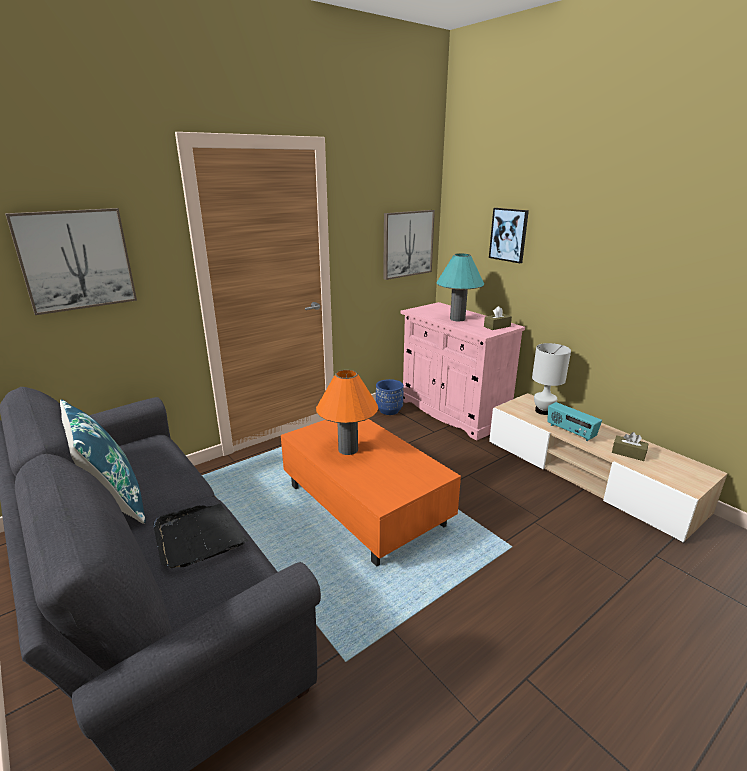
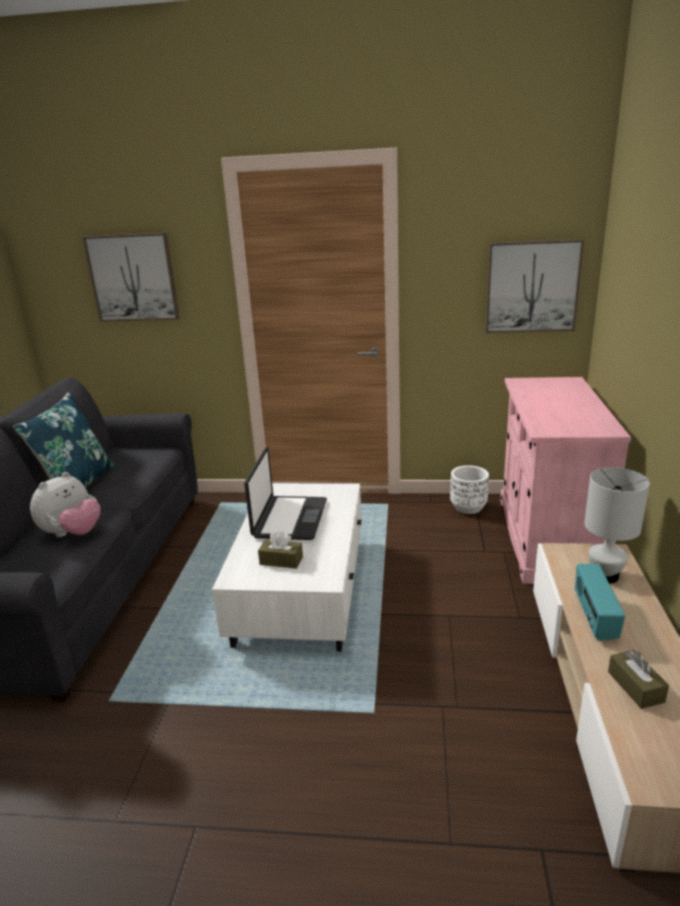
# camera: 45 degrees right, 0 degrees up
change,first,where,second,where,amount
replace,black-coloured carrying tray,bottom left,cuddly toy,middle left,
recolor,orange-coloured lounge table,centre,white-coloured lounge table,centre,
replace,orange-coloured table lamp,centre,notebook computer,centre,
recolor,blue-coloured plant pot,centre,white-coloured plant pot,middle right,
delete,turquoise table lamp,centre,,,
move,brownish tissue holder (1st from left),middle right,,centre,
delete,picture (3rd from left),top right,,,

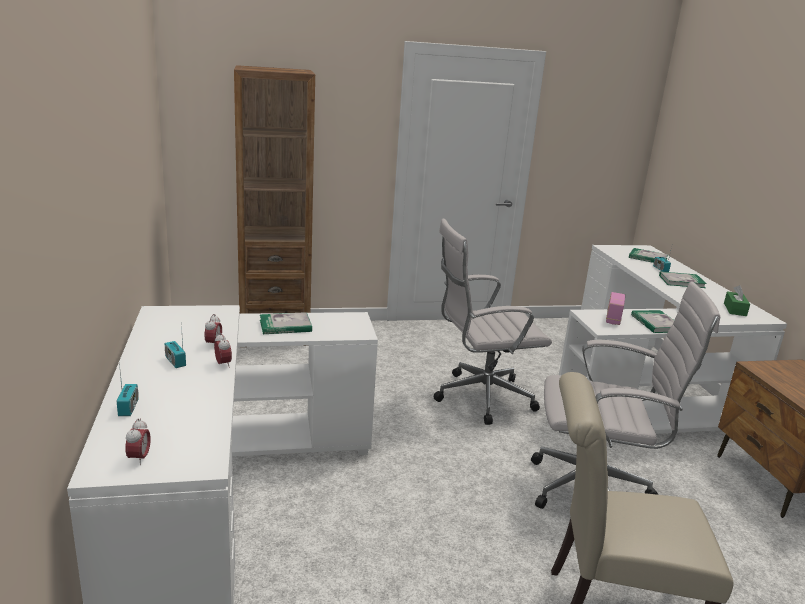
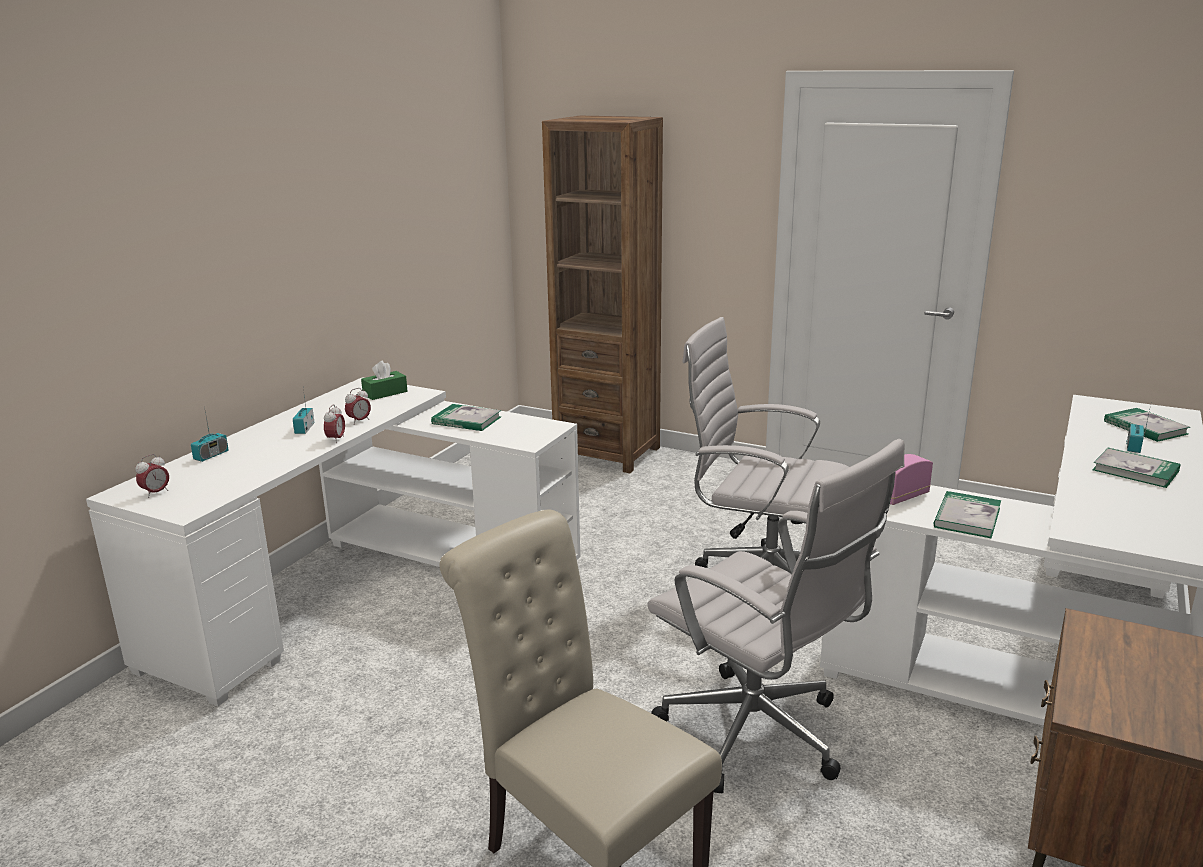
# camera: 40 degrees right, 0 degrees up
change,first,where,second,where,amount
move,green-coloured tissue holder,middle right,,middle left,

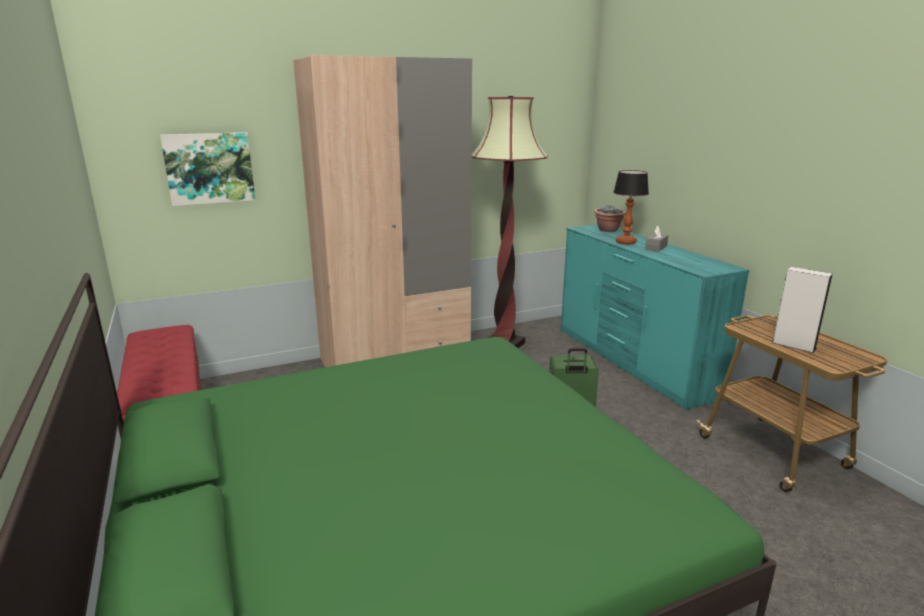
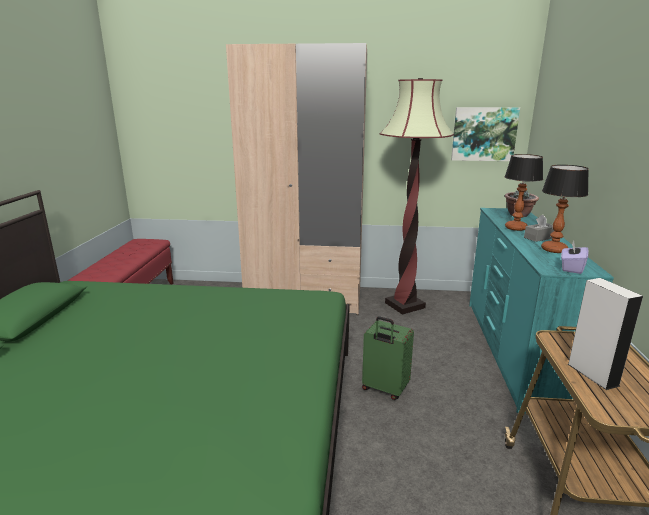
# camera: 30 degrees right, 0 degrees up
change,first,where,second,where,amount
move,picture,top left,,top right,
insert,,,table lamp (2nd from left),middle right,
insert,,,purplish tissue holder,middle right,

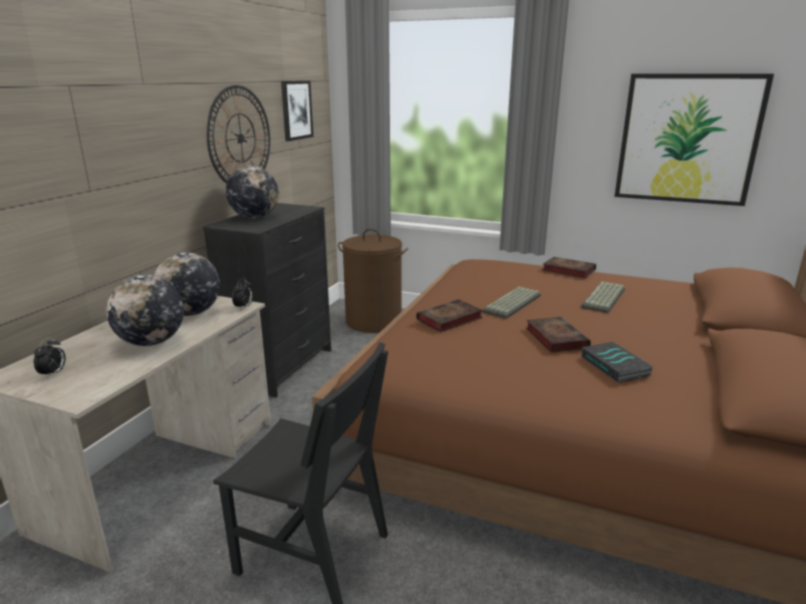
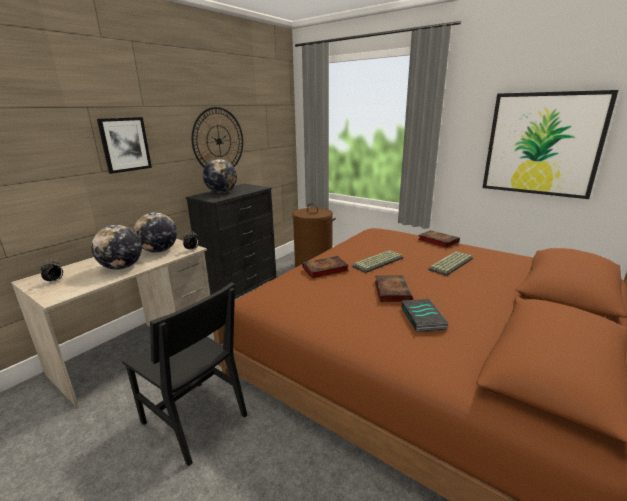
# camera: 15 degrees right, 0 degrees up
change,first,where,second,where,amount
move,picture (1st from left),top centre,,top left,

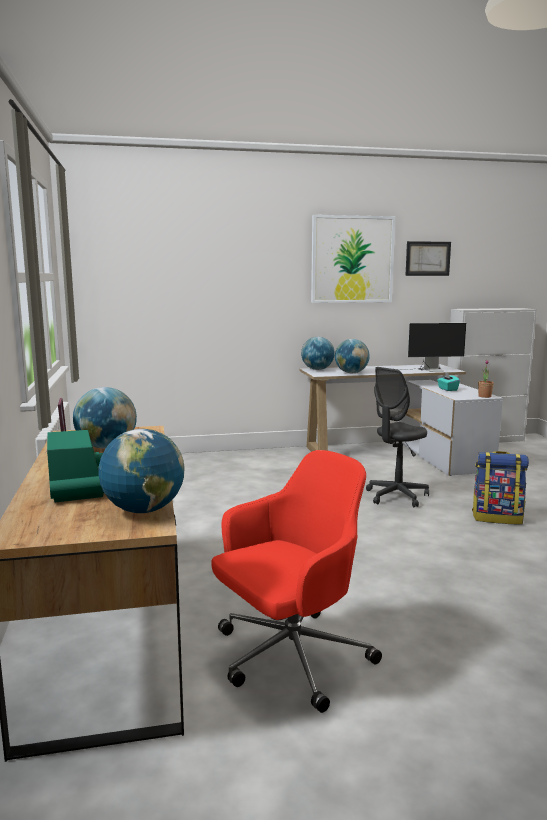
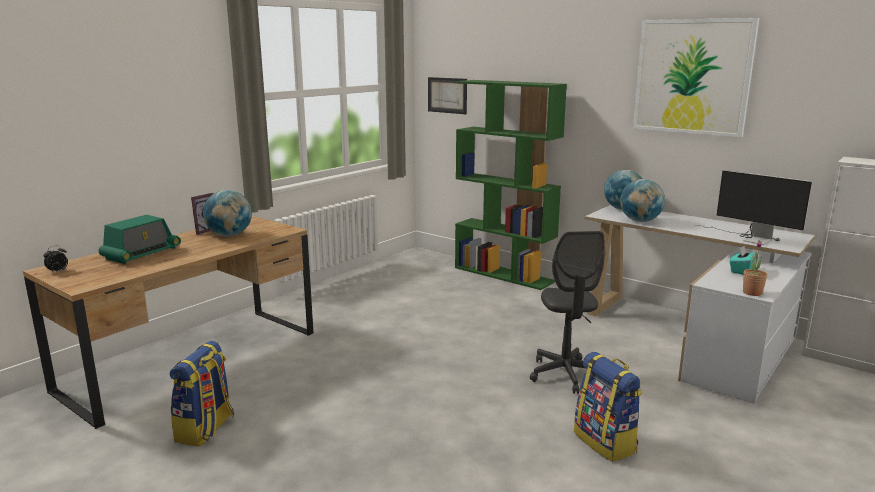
# camera: 50 degrees right, 5 degrees up
change,first,where,second,where,amount
delete,world globe (2nd from left),middle left,,,
replace,red desk chair,bottom centre,rucksack (1st from left),bottom left,
rotate,greyish desk chair,middle right,,centre,105 degrees counterclockwise
move,picture (2nd from left in the first image),top right,picture (1st from left),top centre,
insert,,,alarm clock,middle left,
insert,,,green-coloured shelving unit,centre,

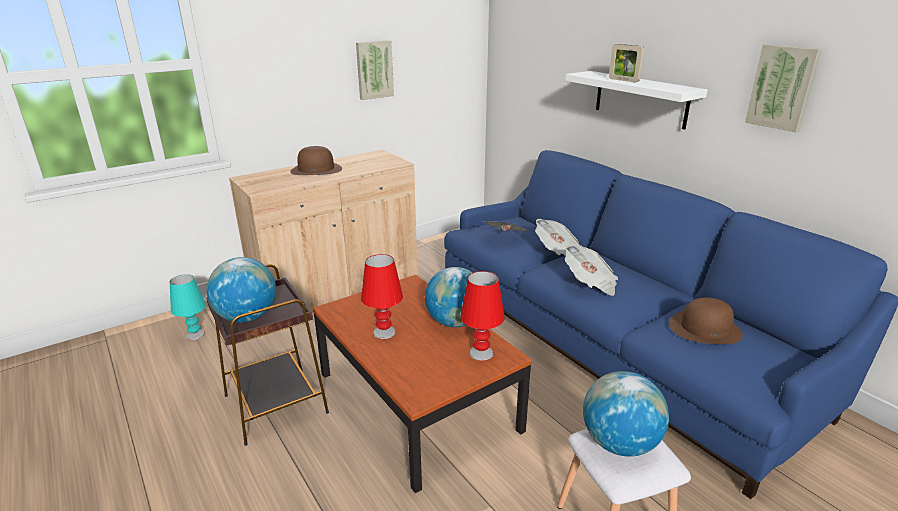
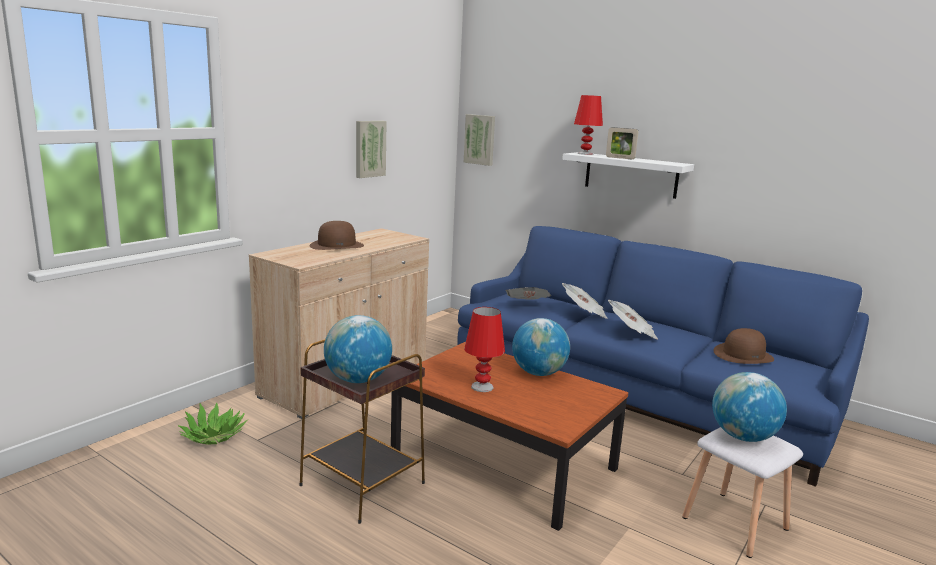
# camera: 20 degrees left, 10 degrees down
change,first,where,second,where,amount
replace,turquoise table lamp,middle left,plant in a pot,bottom left,
move,red table lamp (2nd from left),centre,,top centre,
move,picture (2nd from left),top right,,top centre,

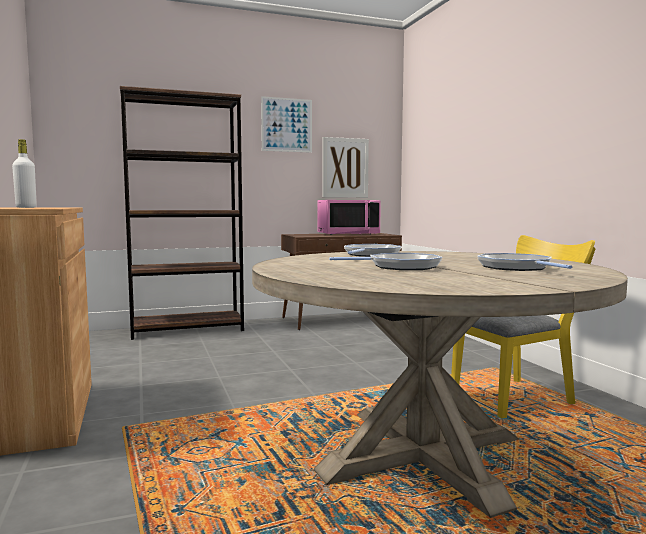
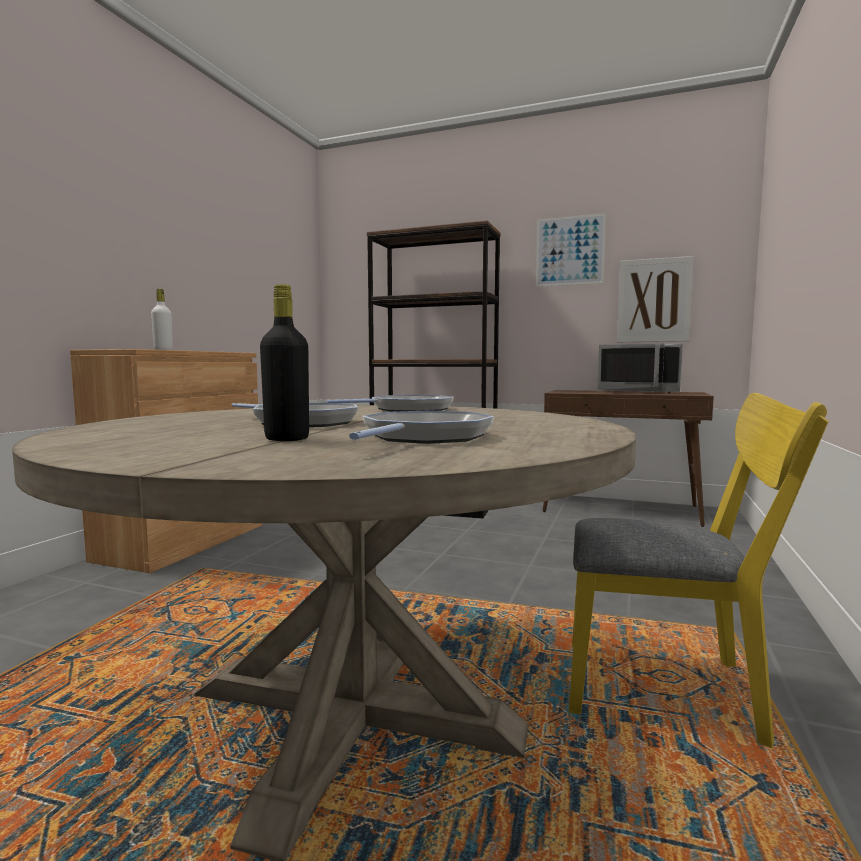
# camera: 40 degrees right, 0 degrees up
change,first,where,second,where,amount
recolor,pink-coloured kitchen microwave,centre,greyish kitchen microwave,middle right,
insert,,,black-coloured drink bottle,middle left,

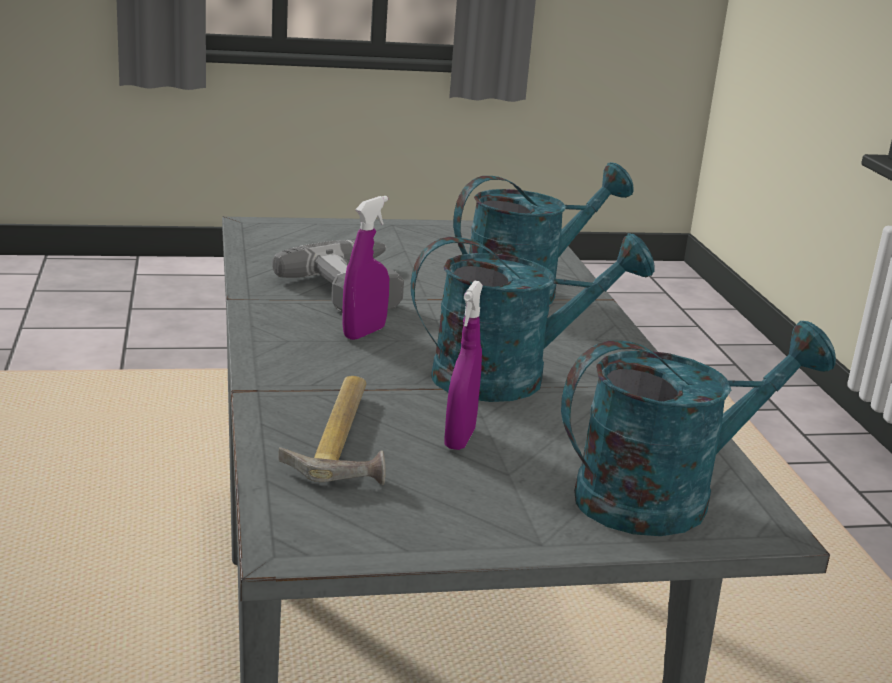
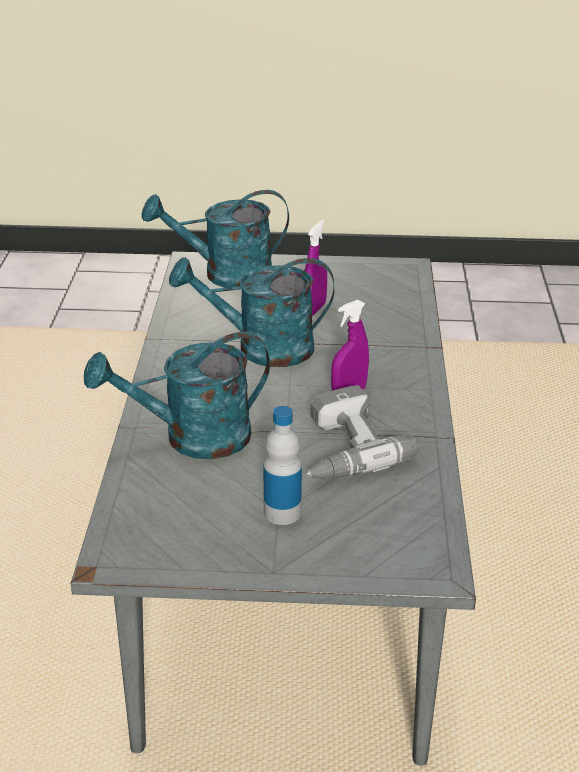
# camera: 165 degrees left, 10 degrees up
change,first,where,second,where,amount
delete,tool hammer,centre,,,
insert,,,drink bottle,centre,

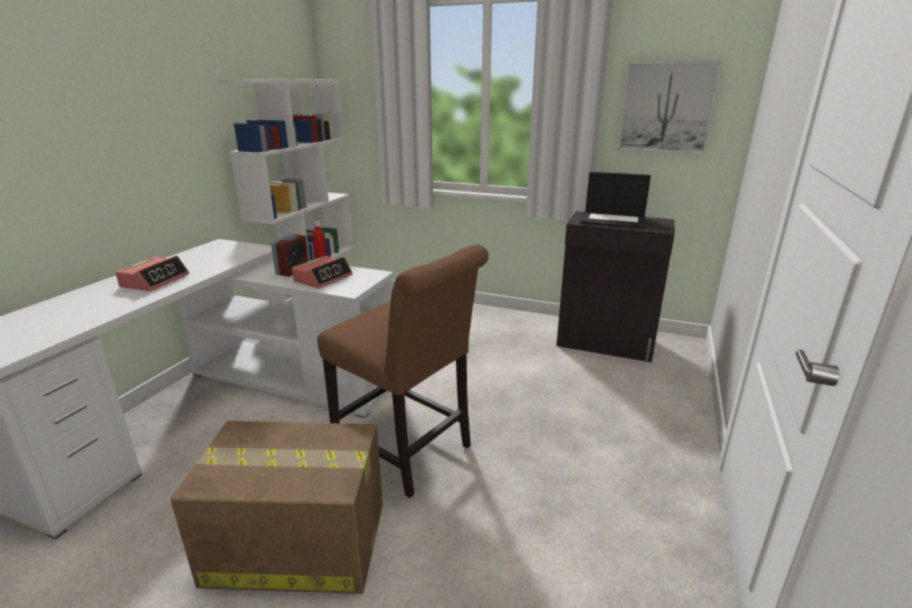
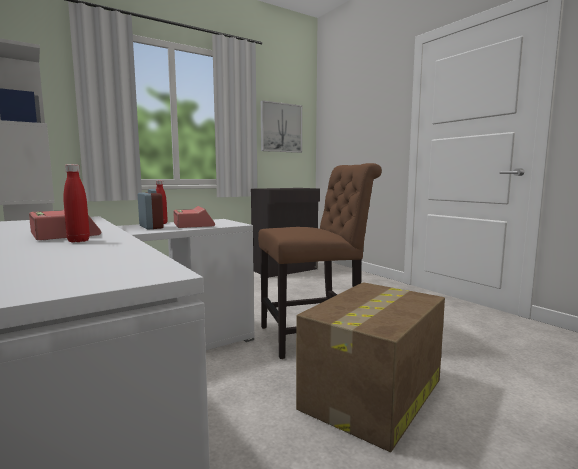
# camera: 55 degrees left, 15 degrees down
change,first,where,second,where,amount
delete,notebook computer,top right,,,
insert,,,red drink bottle (1st from left),middle left,

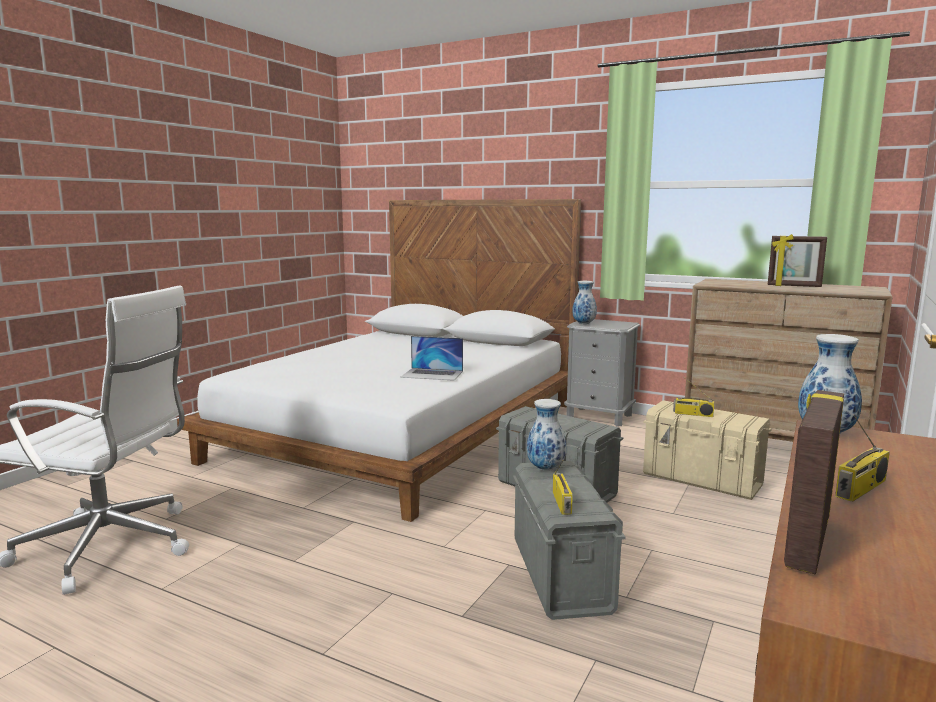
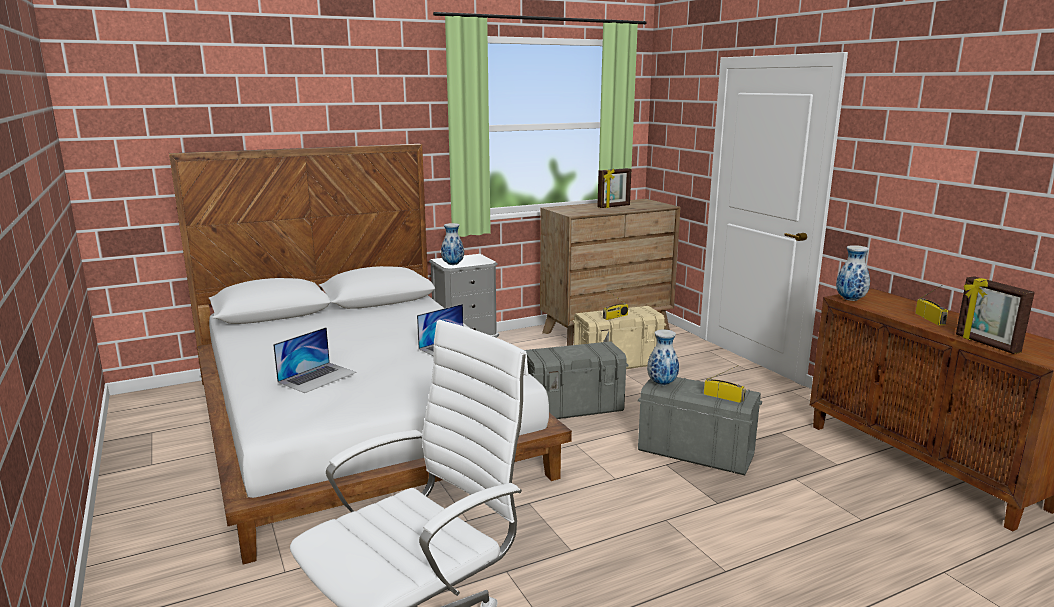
# camera: 55 degrees left, 5 degrees up
change,first,where,second,where,amount
insert,,,notebook computer (1st from left),middle left,

